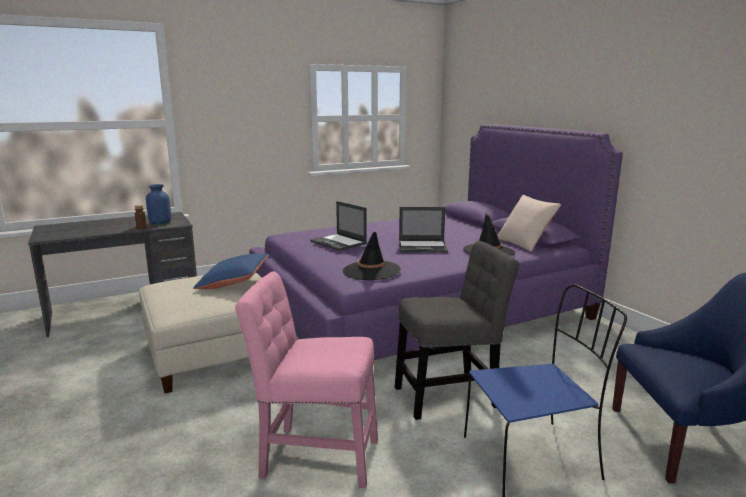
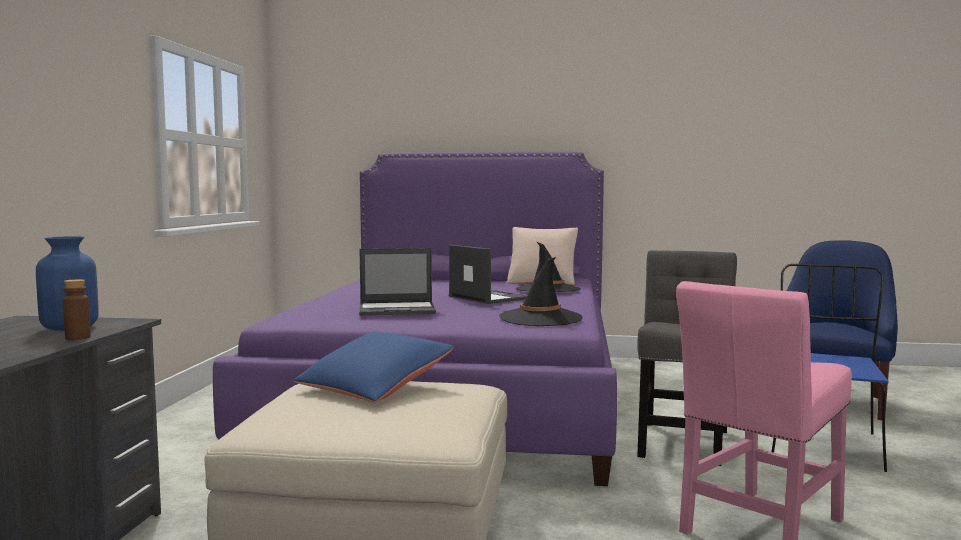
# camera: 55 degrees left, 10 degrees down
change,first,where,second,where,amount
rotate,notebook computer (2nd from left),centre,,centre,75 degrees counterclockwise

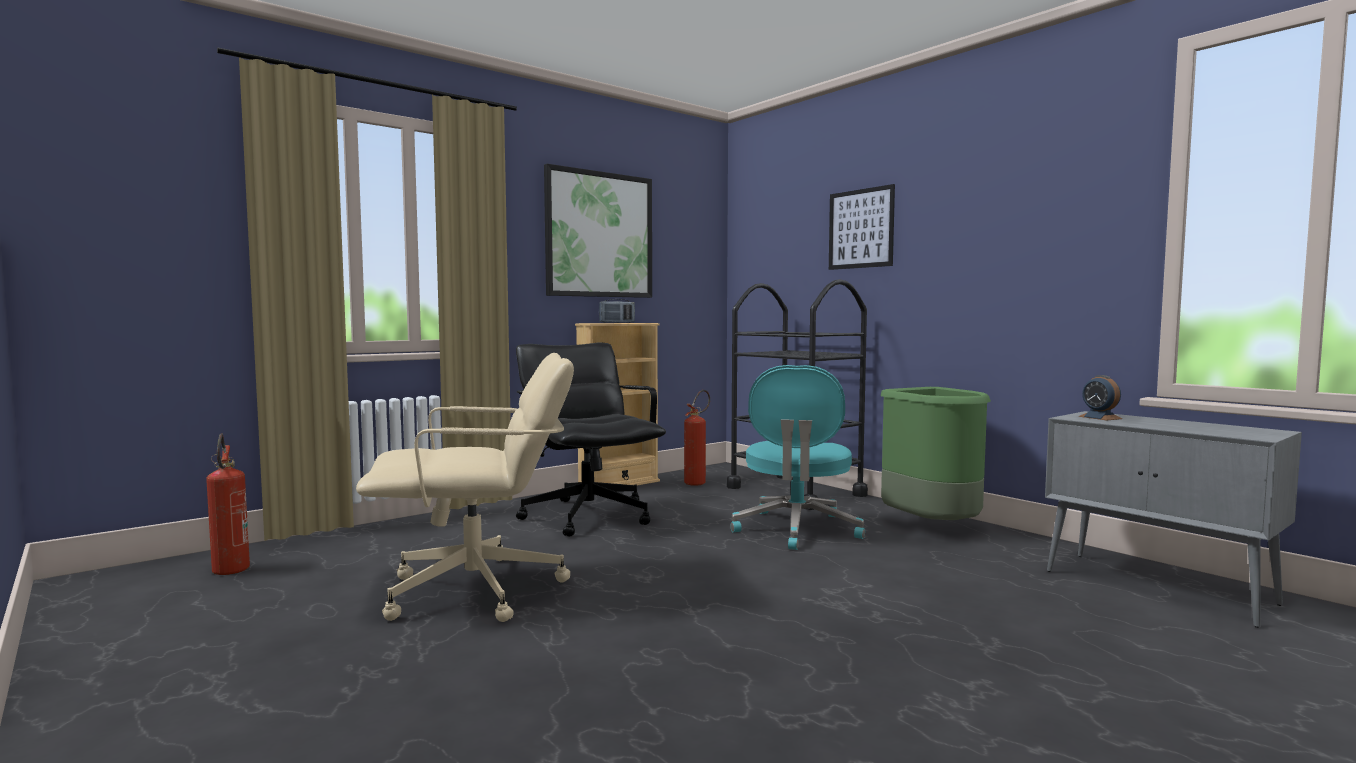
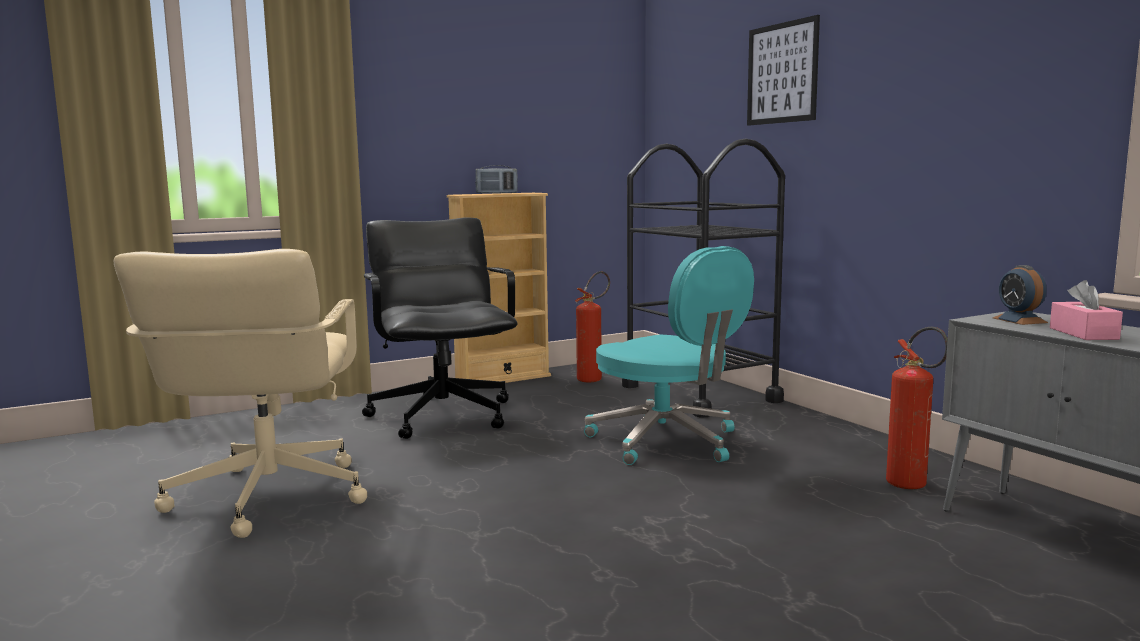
# camera: 10 degrees right, 5 degrees up
change,first,where,second,where,amount
move,extinguisher (1st from left in the first image),middle left,extinguisher (2nd from left),middle right,
rotate,sand-coloured desk chair,centre,,middle left,90 degrees clockwise
delete,picture (1st from left),top centre,,,
rotate,turquoise desk chair,centre,,centre,60 degrees counterclockwise
delete,green-coloured trash can,middle right,,,
insert,,,pink-coloured tissue holder,middle right,

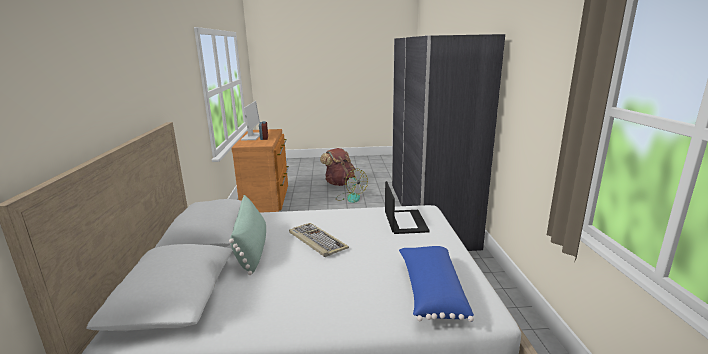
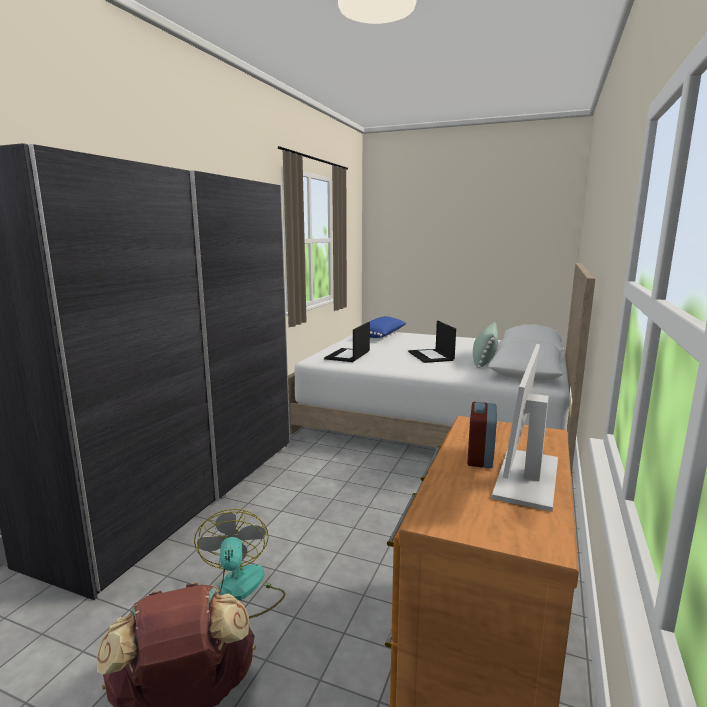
# camera: 155 degrees left, 5 degrees down
change,first,where,second,where,amount
replace,keyboard,bottom centre,notebook computer (2nd from left),centre,

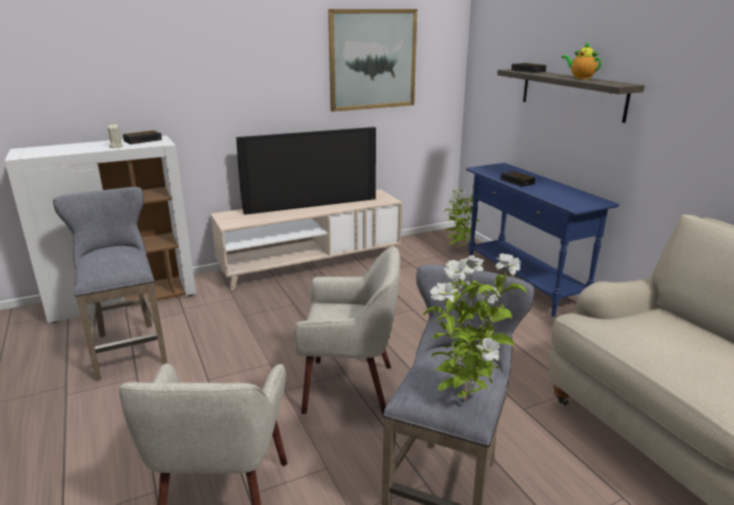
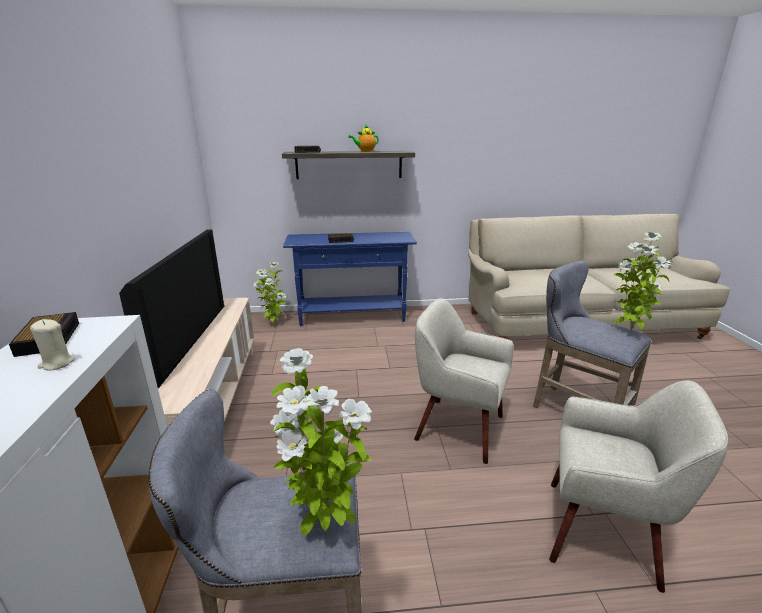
# camera: 70 degrees left, 0 degrees up
change,first,where,second,where,amount
rotate,sand-coloured lounge chair (2nd from left in the first image),centre,sand-coloured lounge chair (1st from left),centre,90 degrees counterclockwise
delete,picture,top centre,,,
insert,,,plant in a pot (2nd from left),bottom centre,

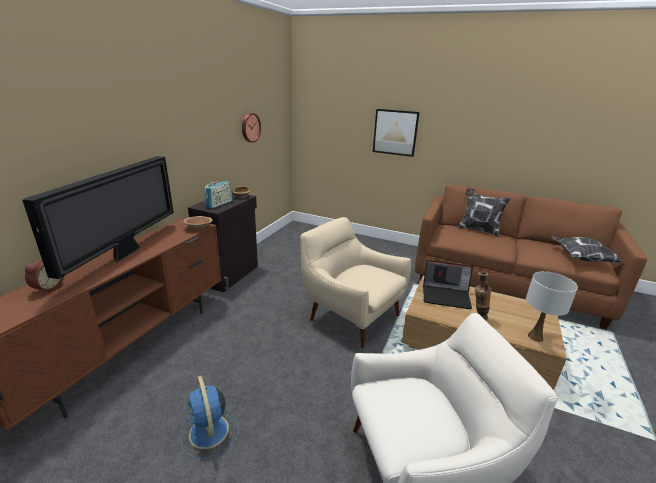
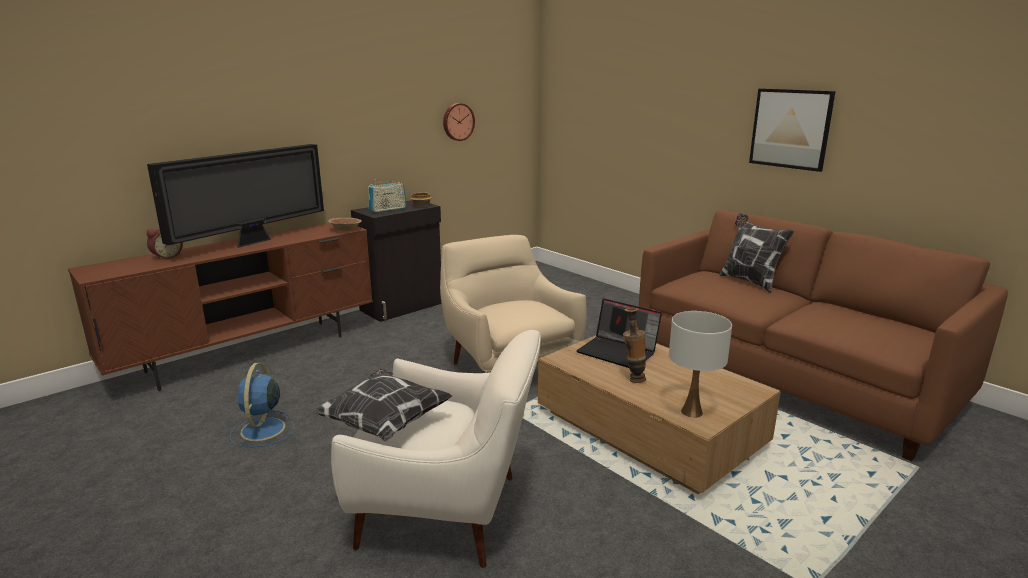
# camera: 25 degrees right, 5 degrees down
change,first,where,second,where,amount
move,picture,top centre,,top right,
move,cushion (2nd from left in the first image),middle right,cushion (1st from left),bottom centre,

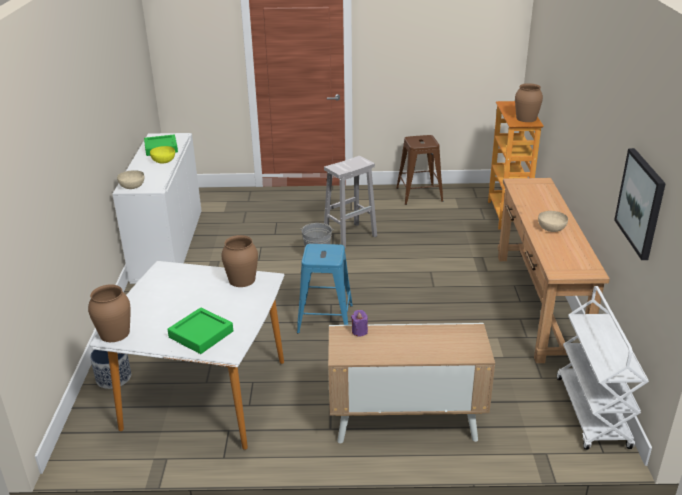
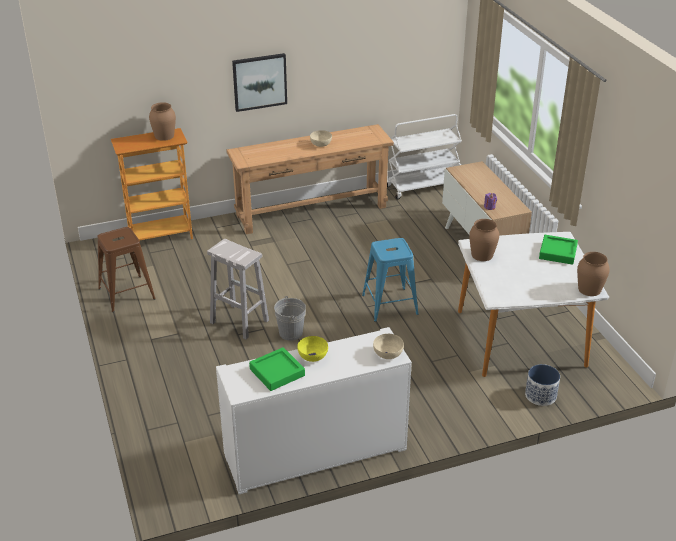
# camera: 110 degrees left, 5 degrees up
change,first,where,second,where,amount
move,picture,middle right,,top centre,

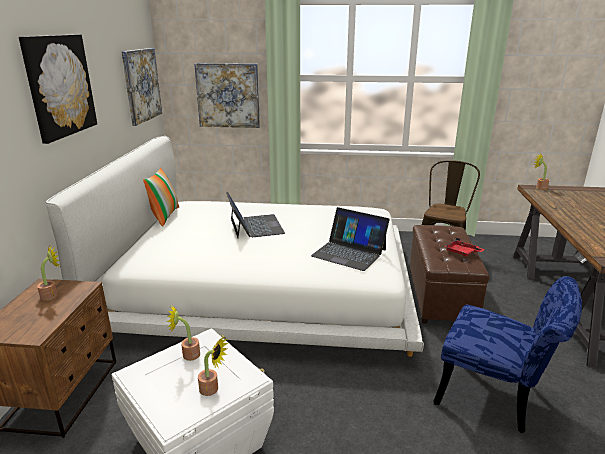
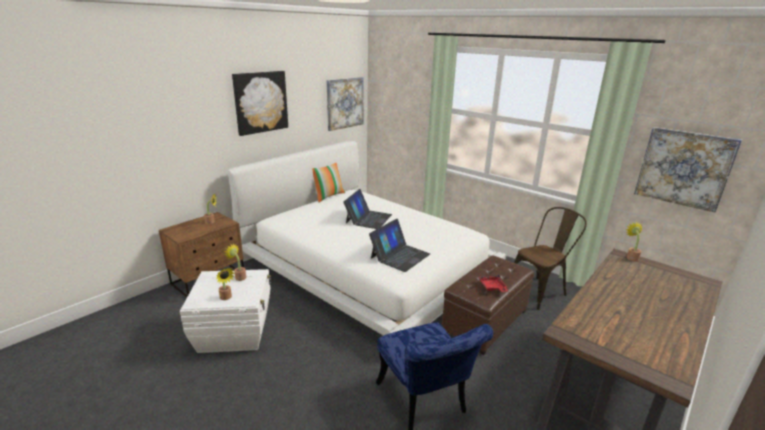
# camera: 35 degrees right, 0 degrees up
change,first,where,second,where,amount
move,picture (3rd from left),top centre,,middle right,
rotate,notebook computer (2nd from left),centre,,centre,120 degrees counterclockwise

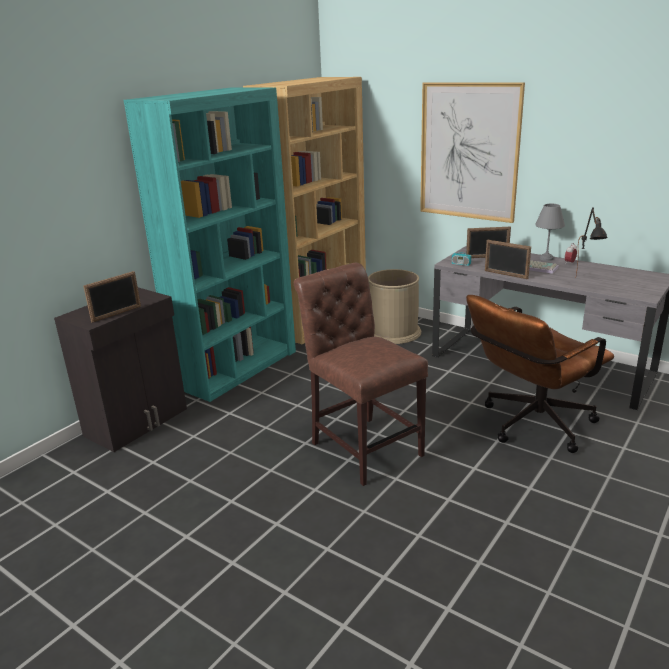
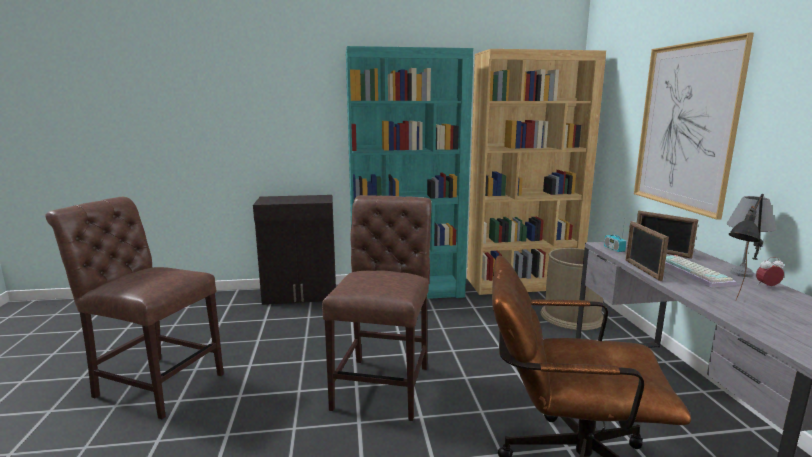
# camera: 45 degrees right, 10 degrees down
change,first,where,second,where,amount
delete,standing frame (1st from left),middle left,,,
insert,,,brownish chair (1st from left),bottom left,

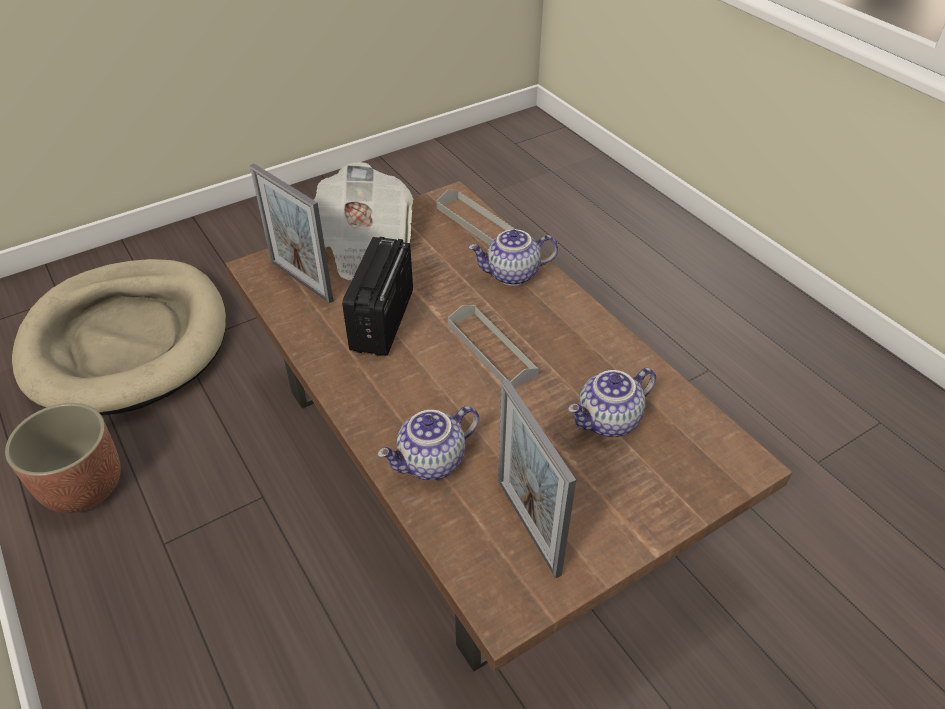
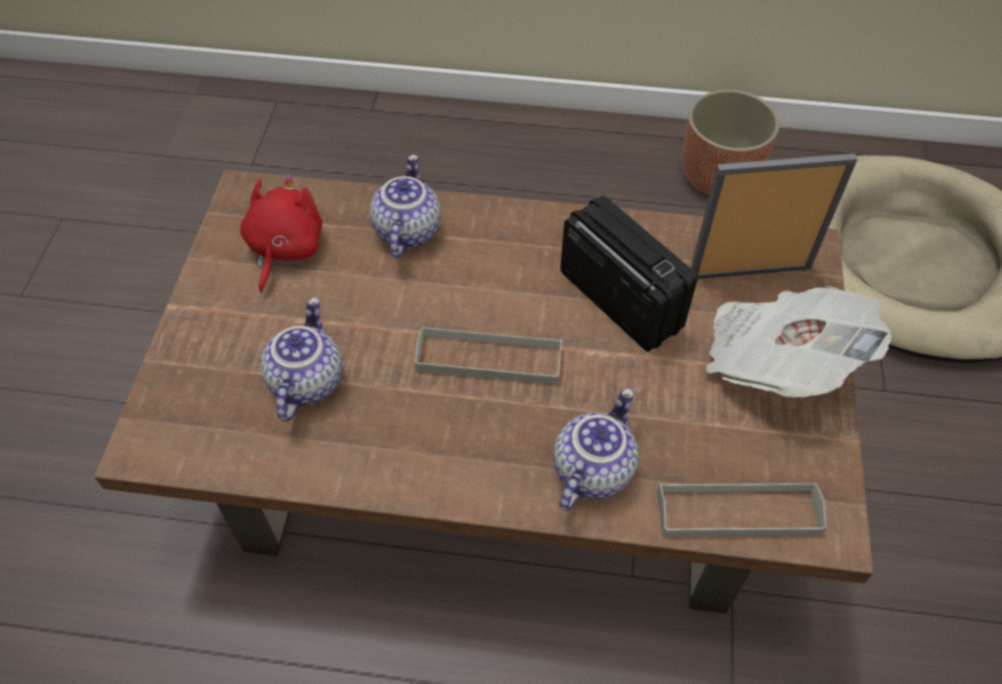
# camera: 130 degrees right, 10 degrees up
change,first,where,second,where,amount
replace,standing frame (2nd from left),bottom centre,red cuddly toy,middle left,

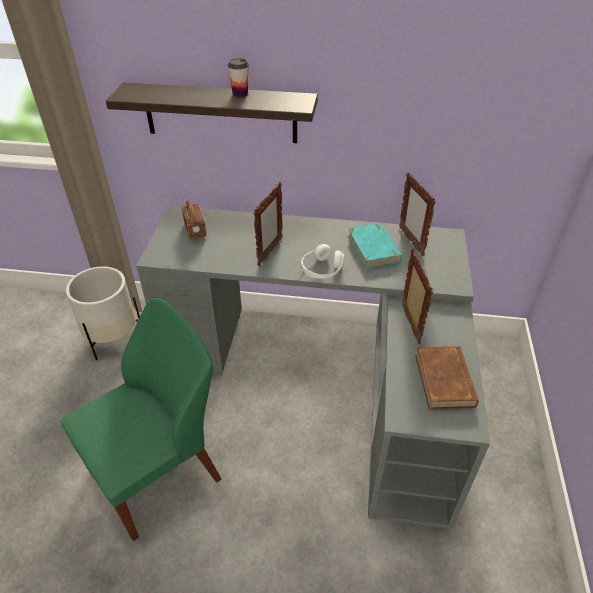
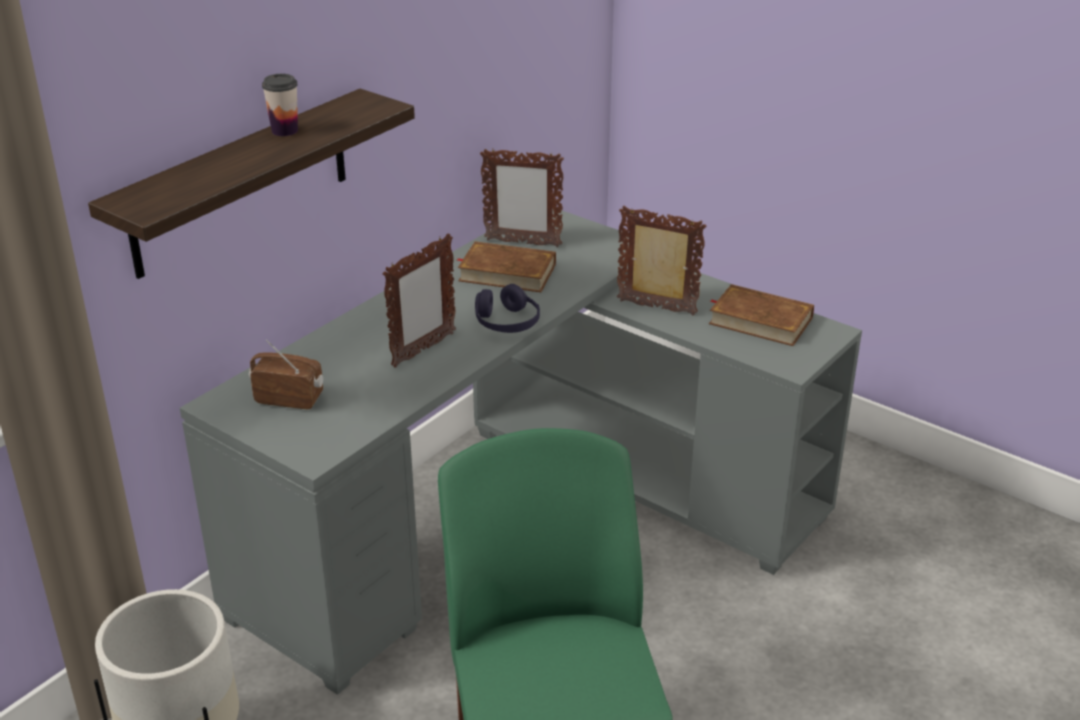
# camera: 60 degrees left, 10 degrees down
change,first,where,second,where,amount
rotate,standing frame (1st from left),centre,,centre,75 degrees clockwise
recolor,white-coloured headphones,centre,purplish headphones,centre,
recolor,turquoise volume,centre,brownish volume (1st from left),centre,

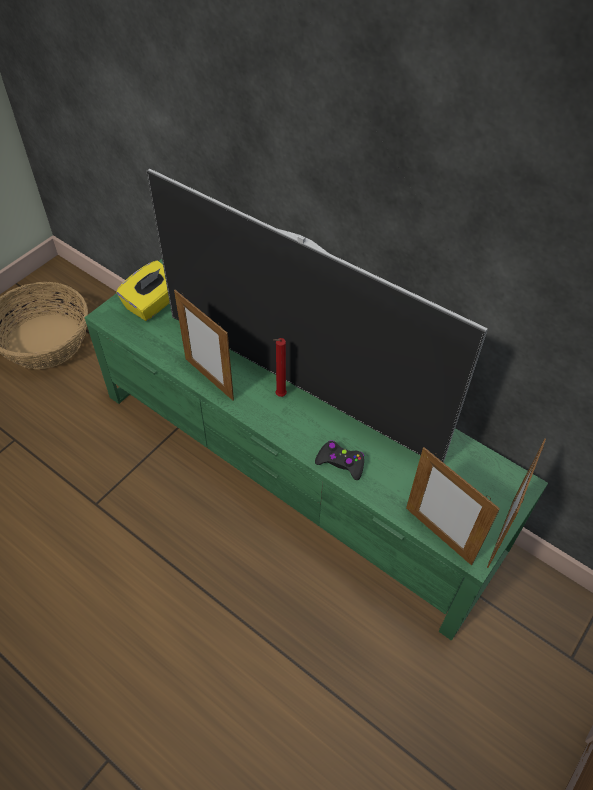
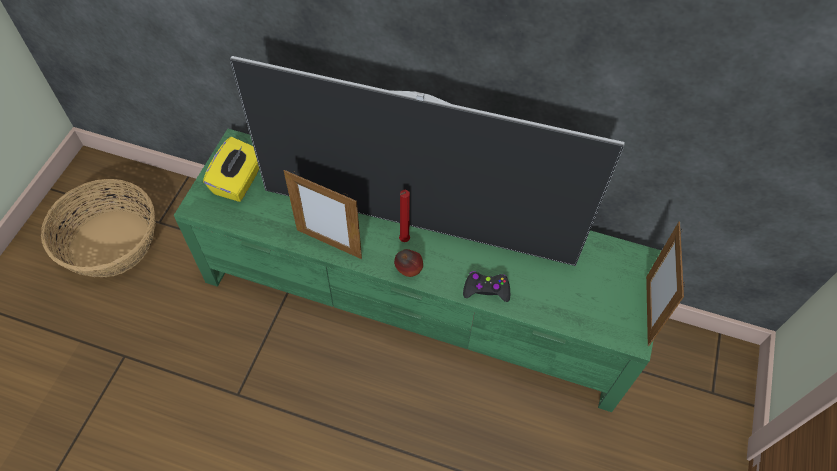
# camera: 20 degrees left, 5 degrees up
change,first,where,second,where,amount
delete,standing frame (2nd from left),middle right,,,
insert,,,apple fruit,centre,

